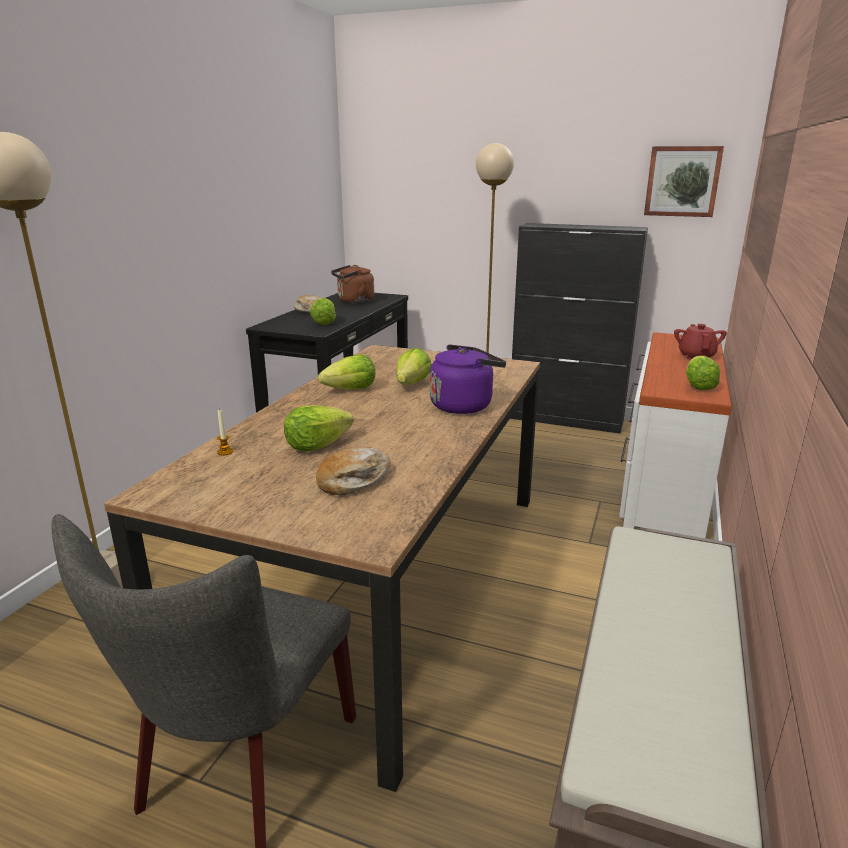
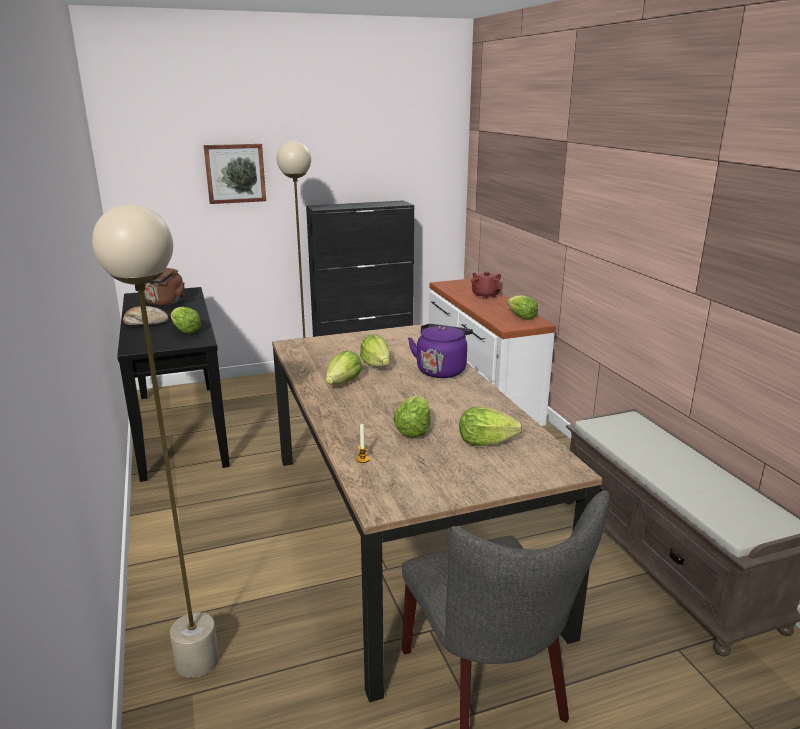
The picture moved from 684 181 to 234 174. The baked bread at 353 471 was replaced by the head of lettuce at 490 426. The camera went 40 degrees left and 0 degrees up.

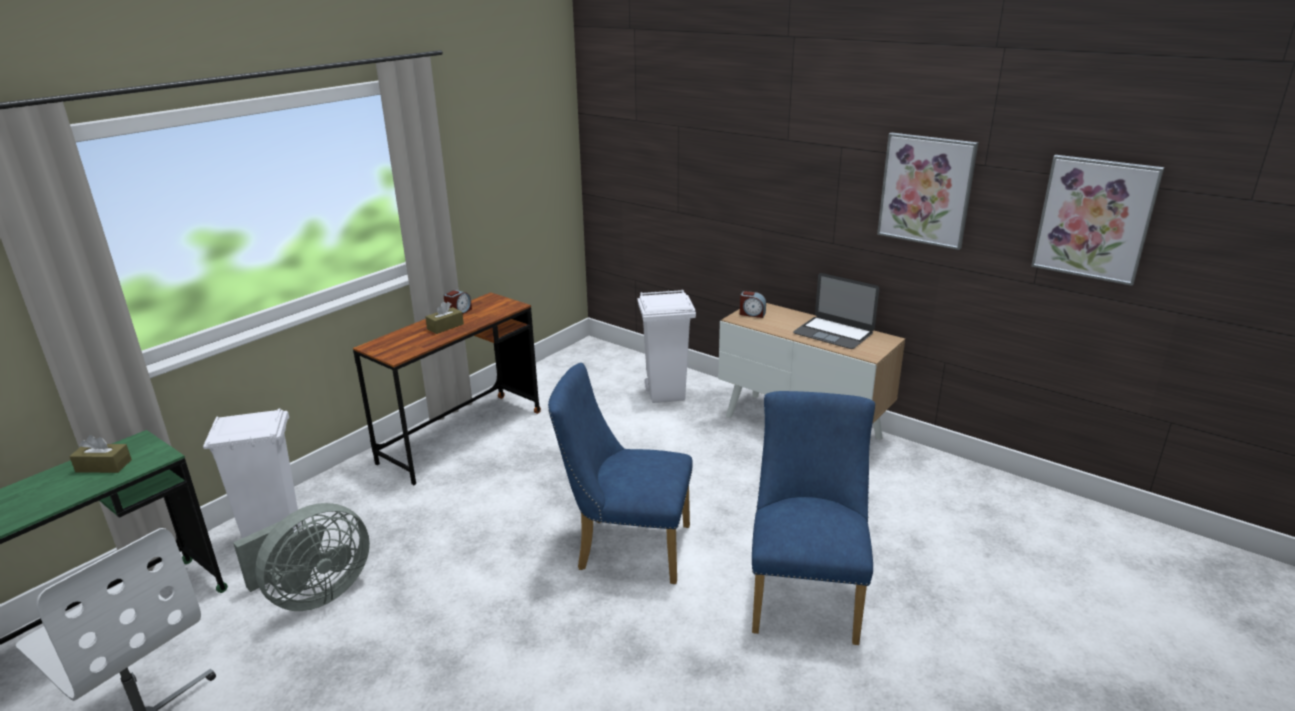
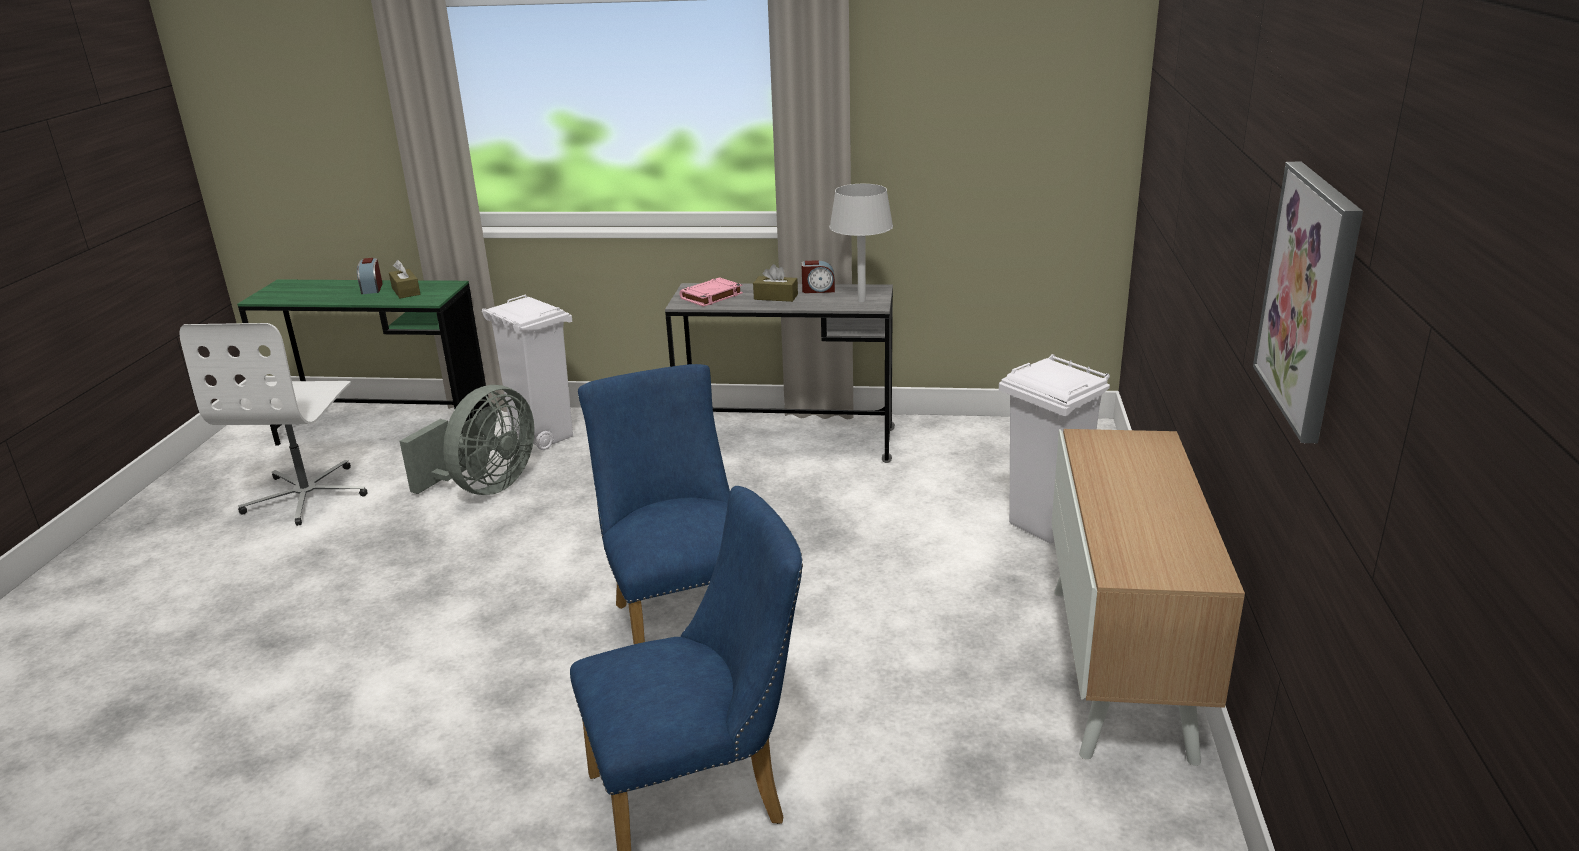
The picture at 1097 220 disappeared. The portable computer at 836 311 disappeared. The table clock moved from 753 304 to 370 276. The brown desk table at 447 388 became the greyish desk table at 780 373. The greyish electric fan at 301 557 turned 75 degrees counterclockwise. The greyish table lamp at 861 243 appeared. The pink-coloured bound book at 711 292 appeared. The camera went 60 degrees right and 0 degrees up.

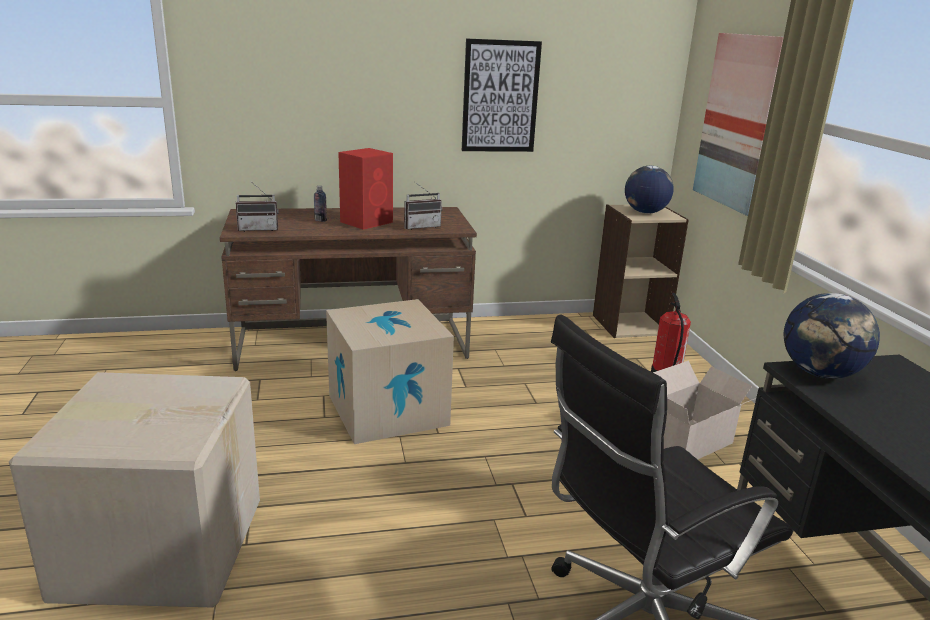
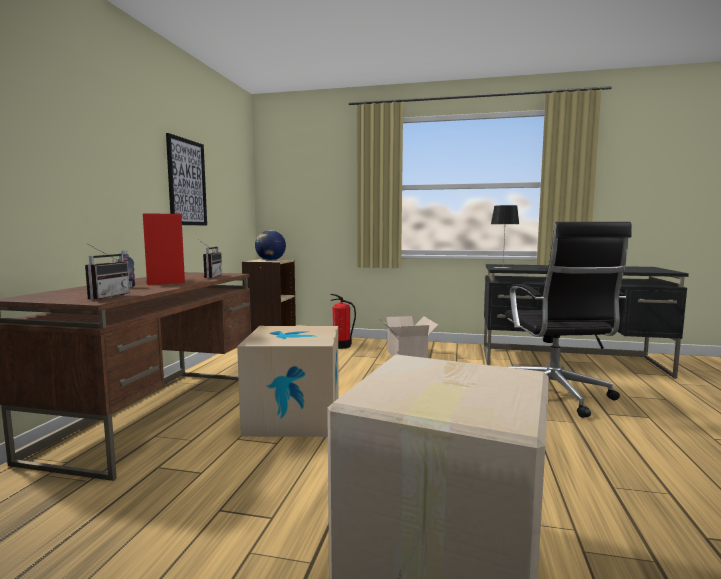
The picture at 738 124 disappeared. The globe at 832 336 was replaced by the table lamp at 505 237. The camera went 65 degrees left and 15 degrees down.

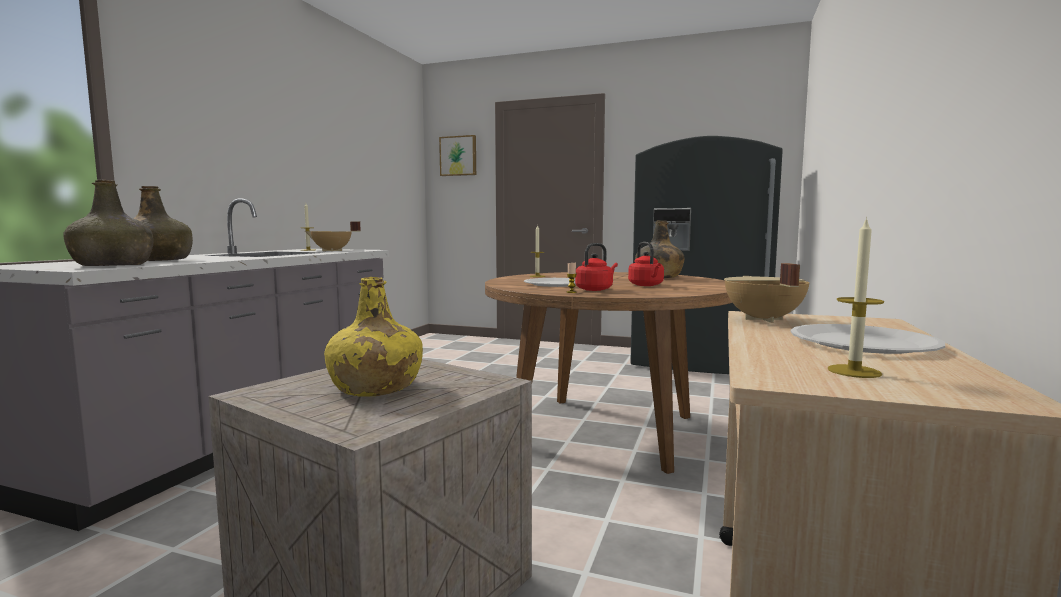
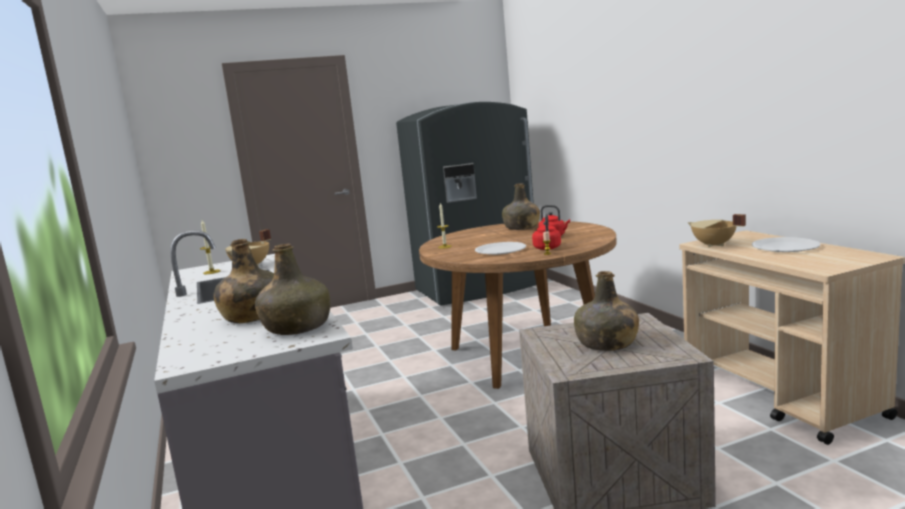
The picture at 457 155 disappeared. The wax candle at 856 297 disappeared. The yellow-coloured drink bottle at 373 337 became the greenish drink bottle at 606 311. The camera went 40 degrees left and 5 degrees up.

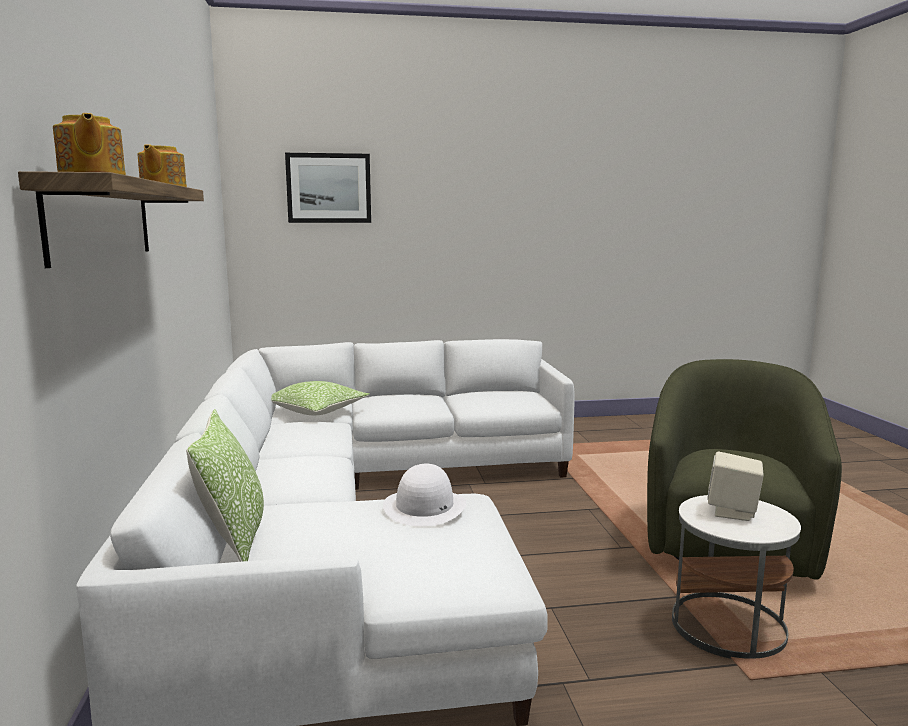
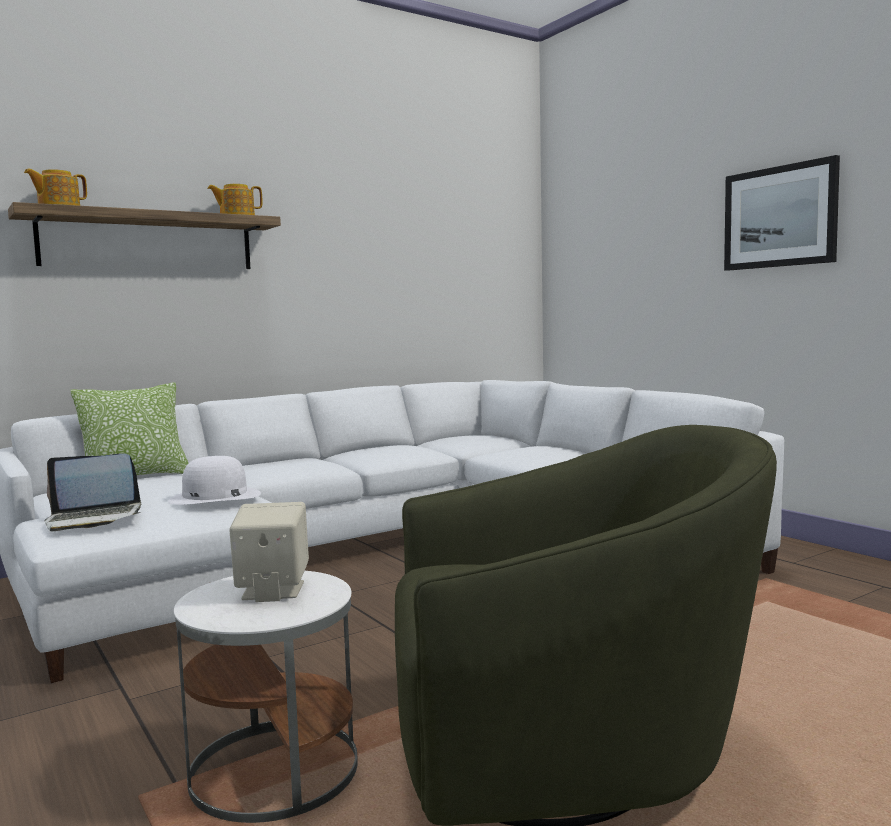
The picture moved from 328 188 to 782 213. The throw pillow at 320 398 disappeared. The portable computer at 92 492 appeared. The camera went 65 degrees right and 5 degrees down.

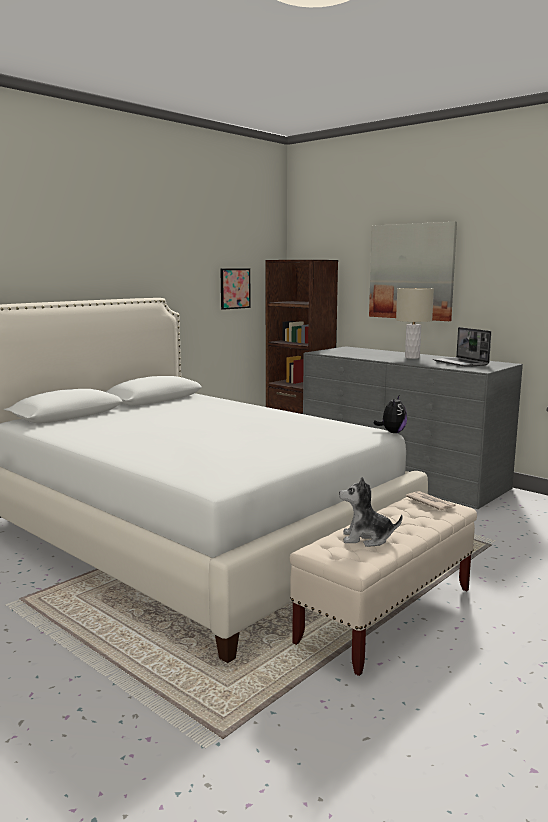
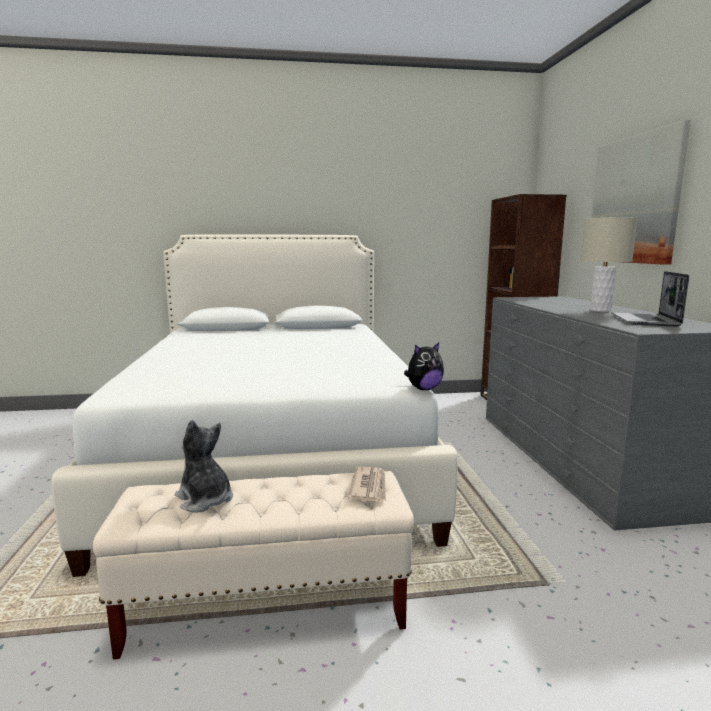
The picture at 235 289 disappeared. The camera went 40 degrees right and 0 degrees up.

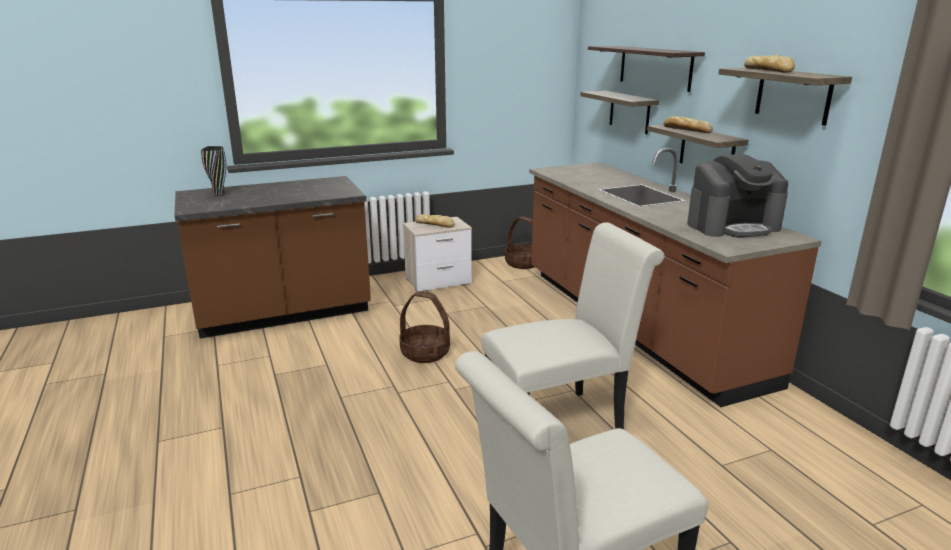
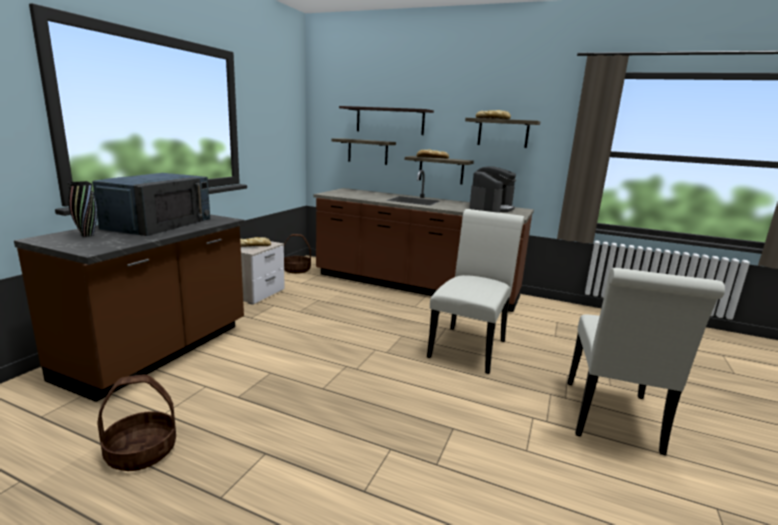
The household basket moved from 425 327 to 136 422. The blue kitchen microwave at 151 204 appeared. The camera went 45 degrees left and 5 degrees down.

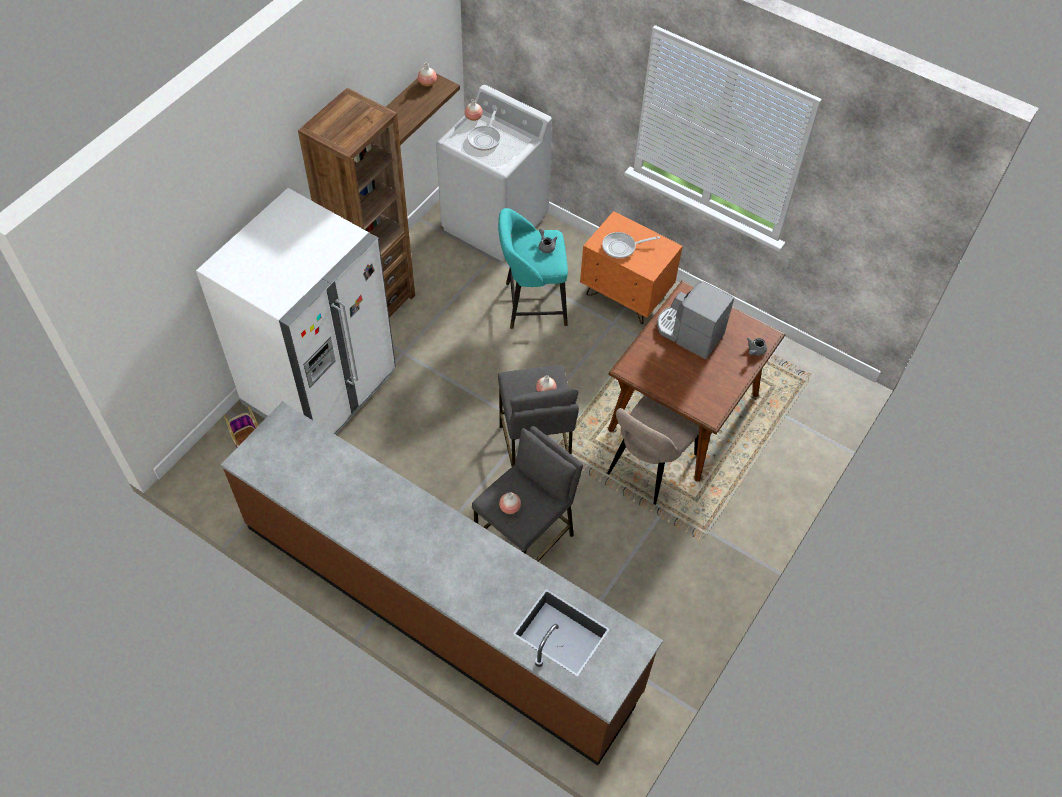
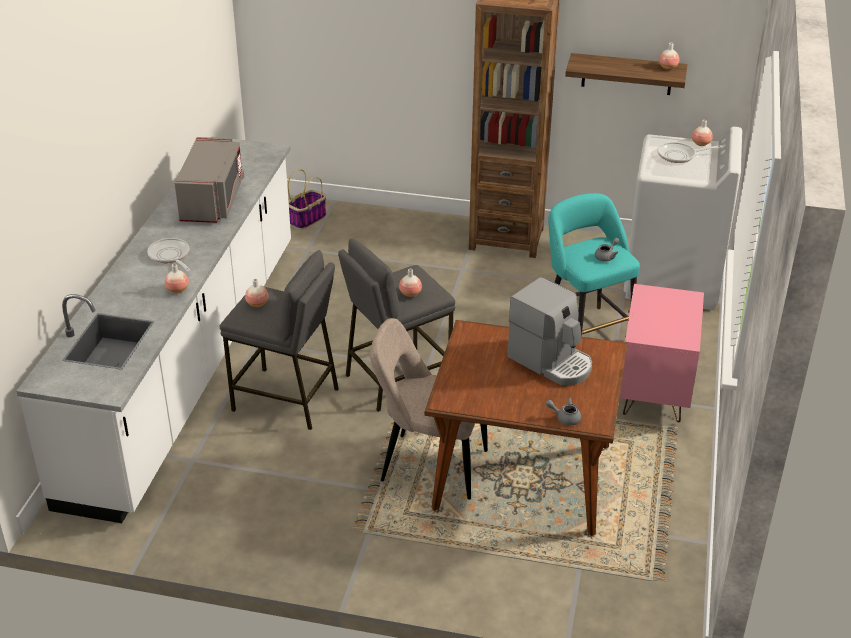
The whitish kitchen fridge at 296 311 disappeared. The orange-coloured night table at 631 267 became the pink-coloured night table at 662 353. The frying pan moved from 631 245 to 169 255. The coffee brewer at 695 320 turned 120 degrees clockwise. The brown kitchen counter at 442 583 became the whitish kitchen counter at 153 330. The greyish kitchen microwave at 209 180 appeared. The flower vase at 177 278 appeared. The camera went 70 degrees right and 20 degrees down.

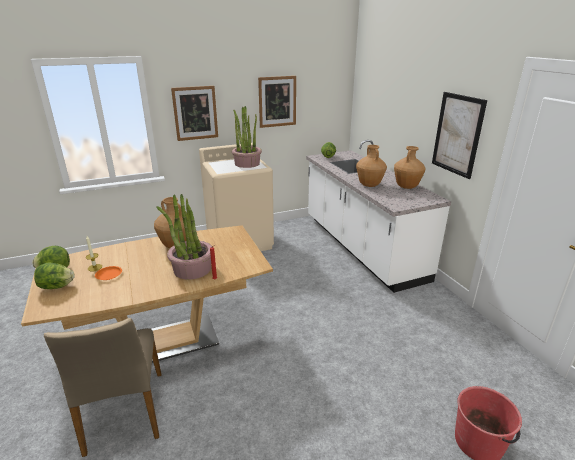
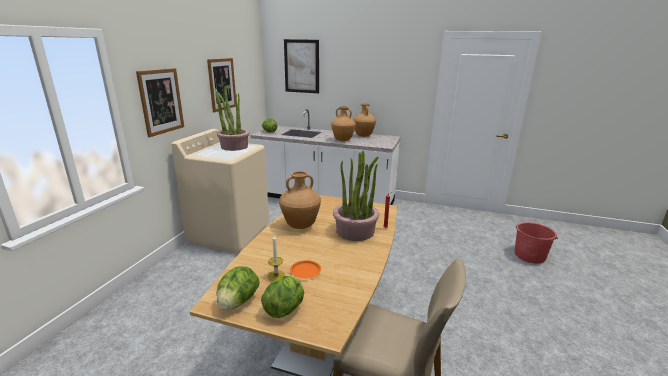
The picture moved from 459 135 to 301 66. The camera went 50 degrees left and 5 degrees down.

